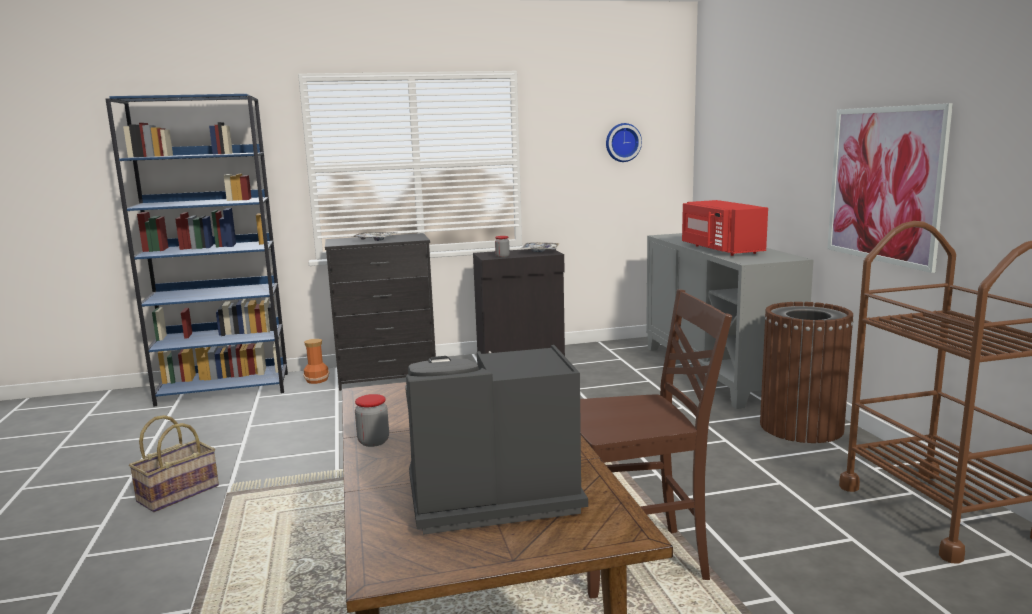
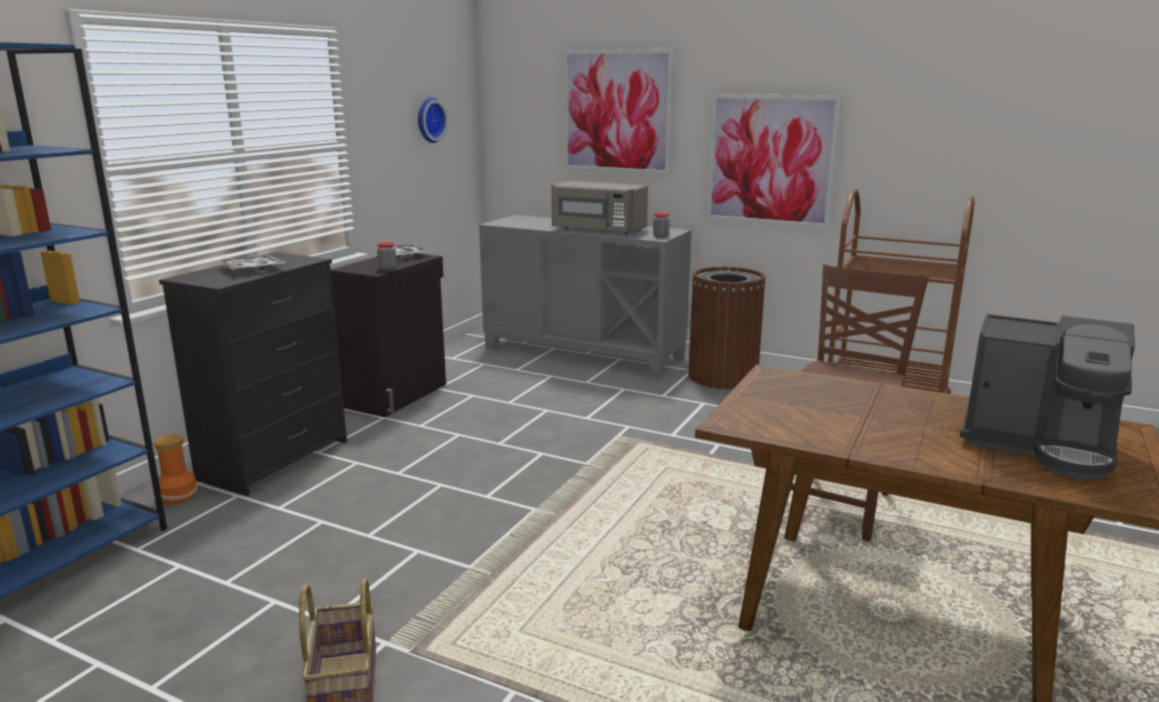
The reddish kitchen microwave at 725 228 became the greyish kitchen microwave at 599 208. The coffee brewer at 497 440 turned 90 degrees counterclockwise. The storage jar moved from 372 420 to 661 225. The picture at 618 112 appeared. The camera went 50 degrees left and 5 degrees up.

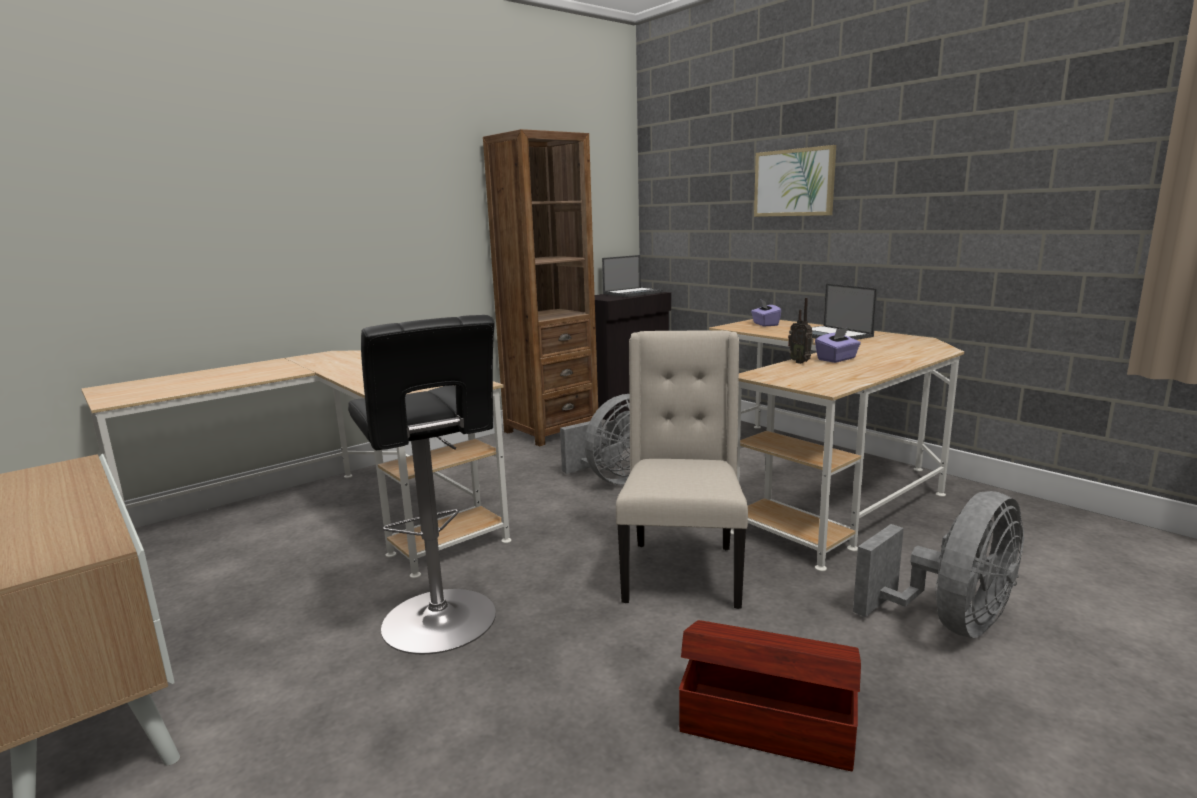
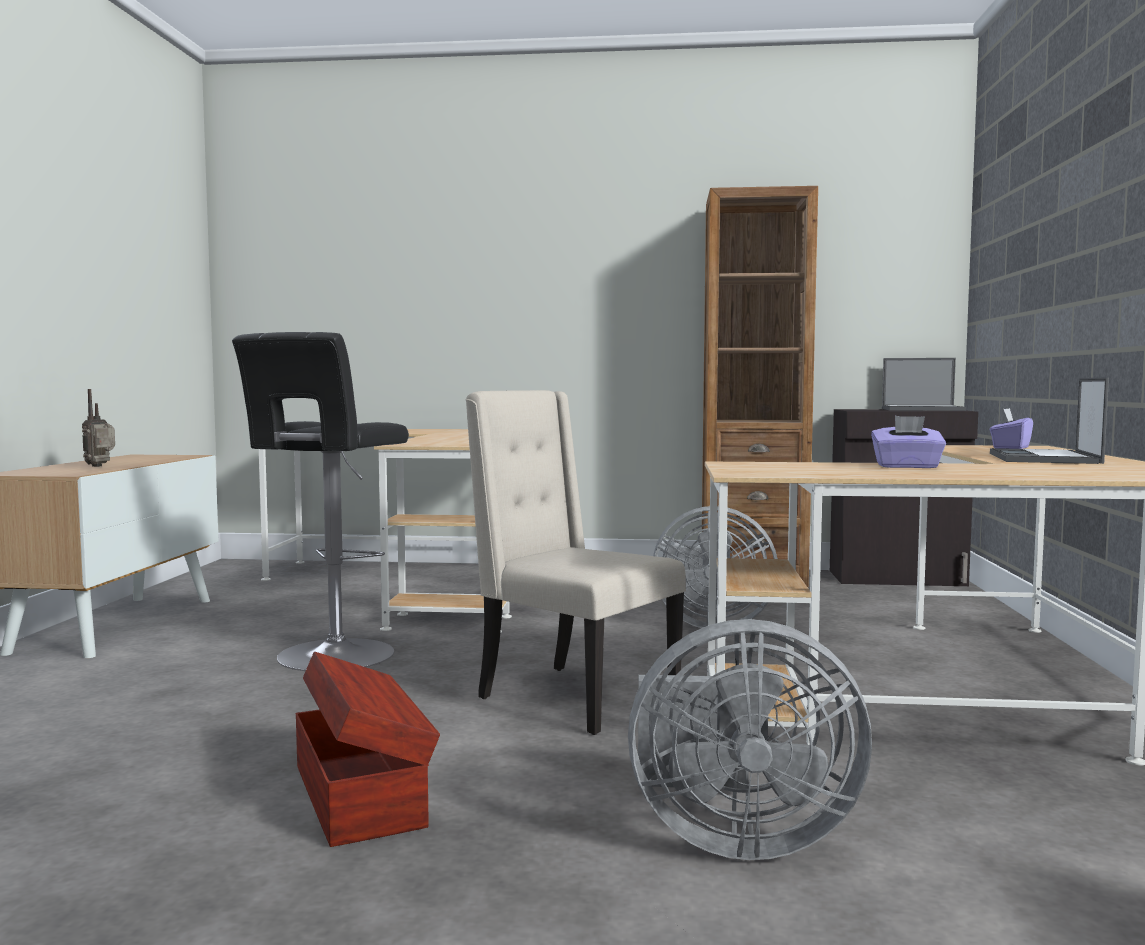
The picture at 795 181 disappeared. The radio receiver moved from 801 331 to 98 428. The sand-coloured chair at 682 469 turned 105 degrees counterclockwise. The camera went 45 degrees right and 10 degrees down.

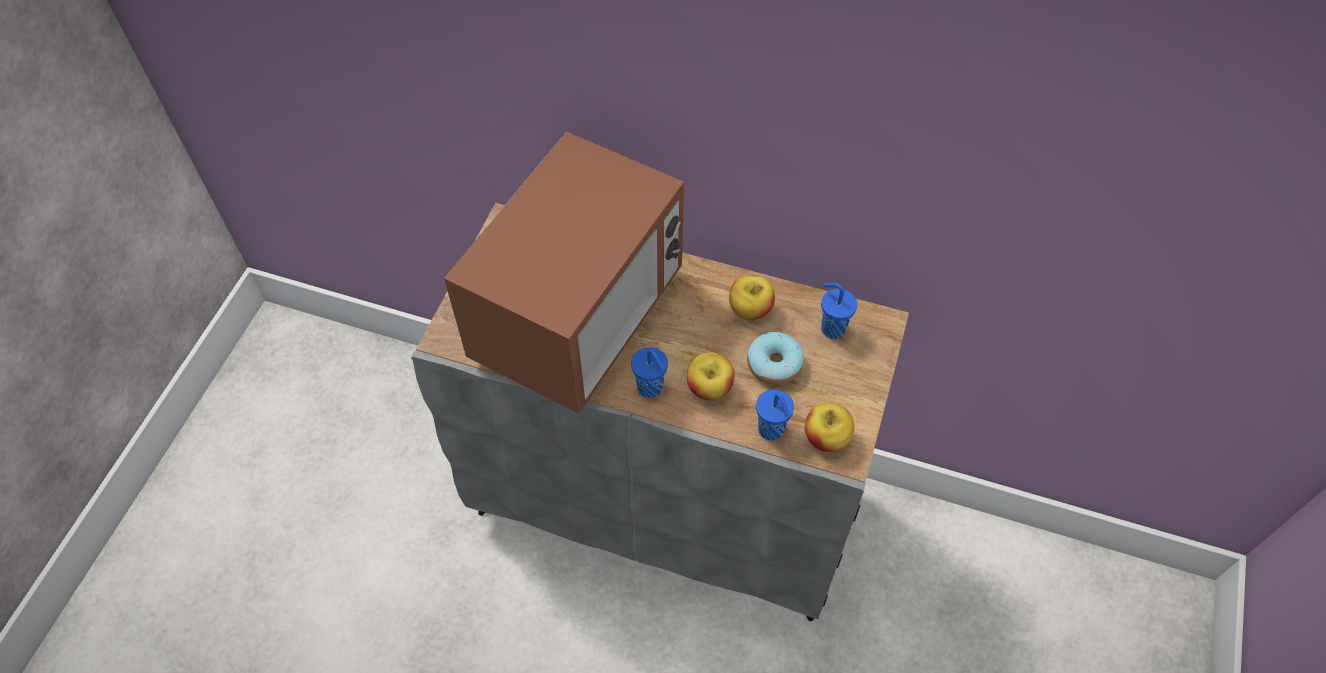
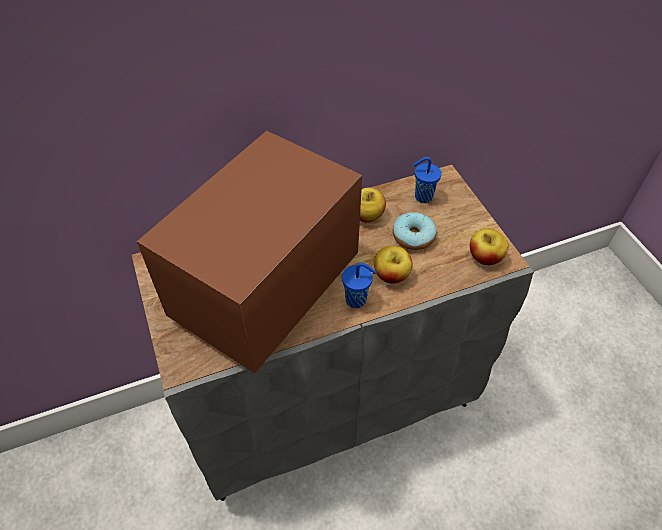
The kitchen microwave at 564 273 turned 135 degrees counterclockwise. The blue small cup at 775 414 disappeared. The camera went 40 degrees left and 5 degrees down.

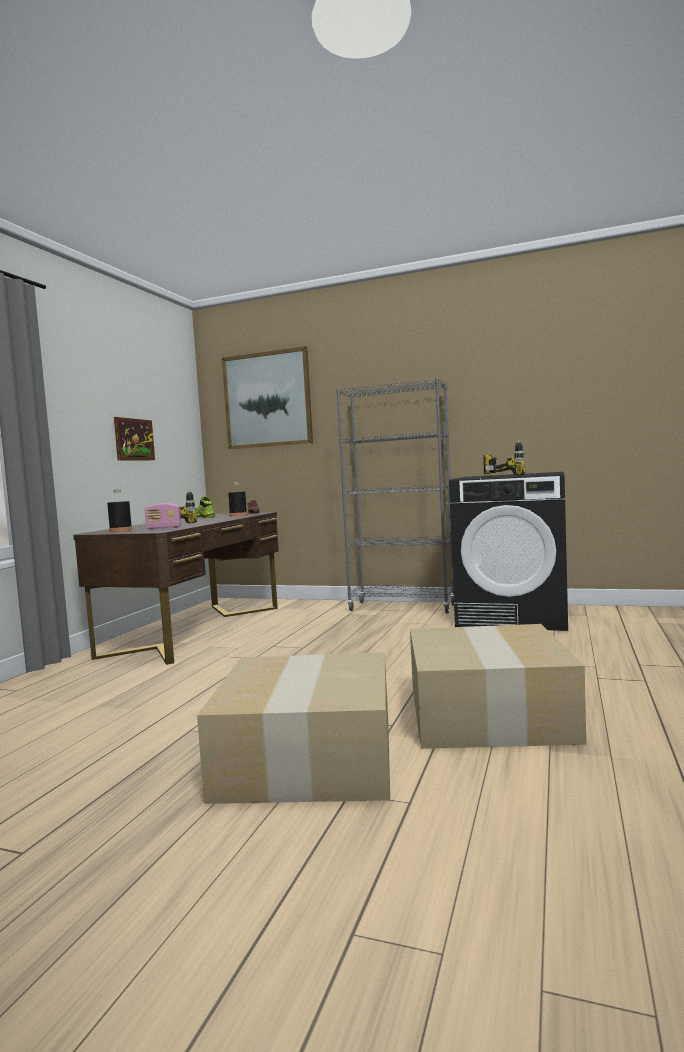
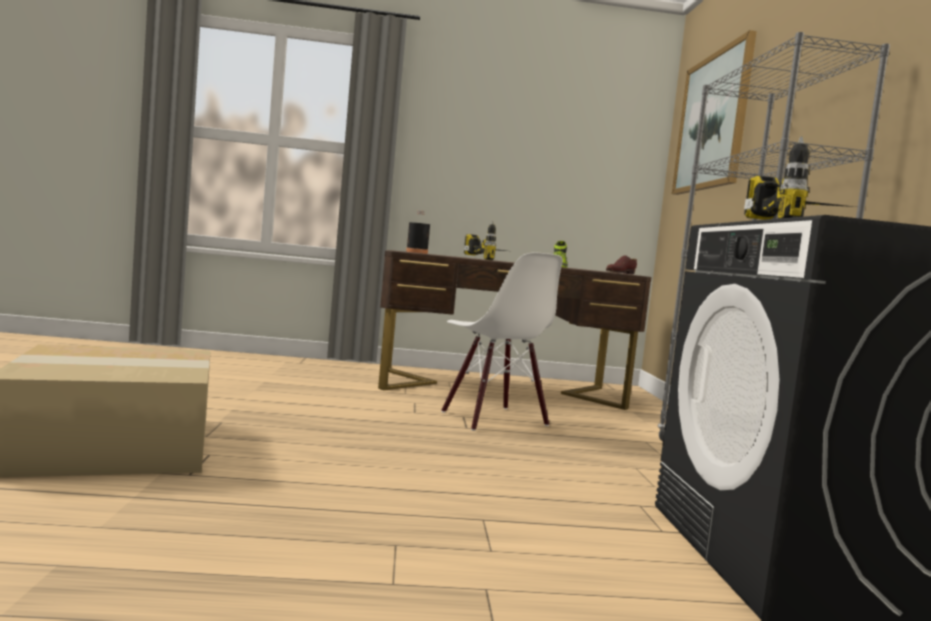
The picture at 134 438 disappeared. The black-coloured drink bottle at 237 499 disappeared. The radio receiver at 162 516 disappeared. The cardboard box at 498 686 disappeared. The whitish chair at 502 342 appeared. The camera went 65 degrees right and 0 degrees up.

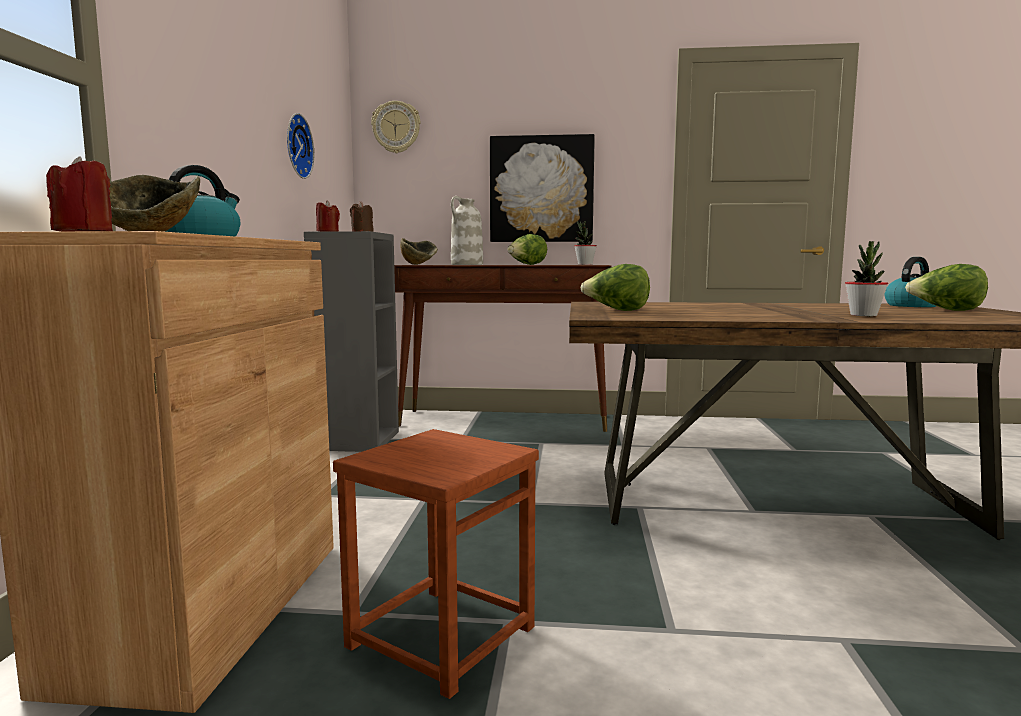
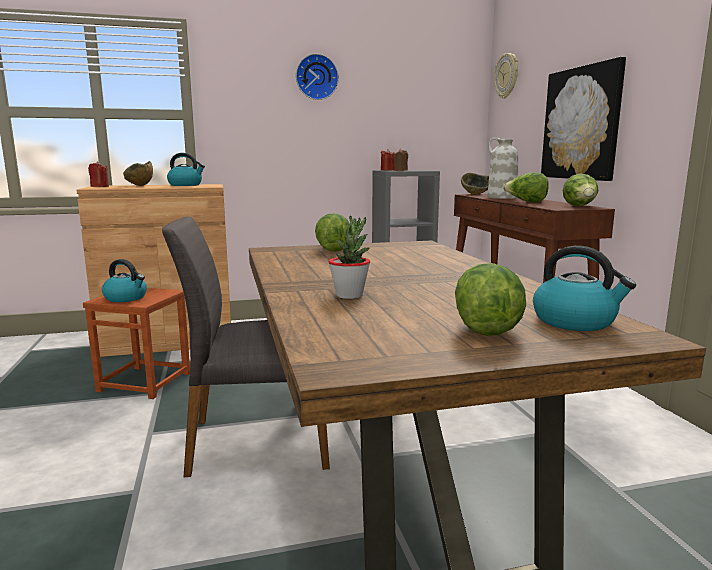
The hanging clock moved from 300 146 to 317 77. The potted plant at 585 243 was replaced by the head of lettuce at 580 190. The greyish chair at 246 347 appeared. The water kettle at 124 280 appeared. The camera went 70 degrees right and 5 degrees up.

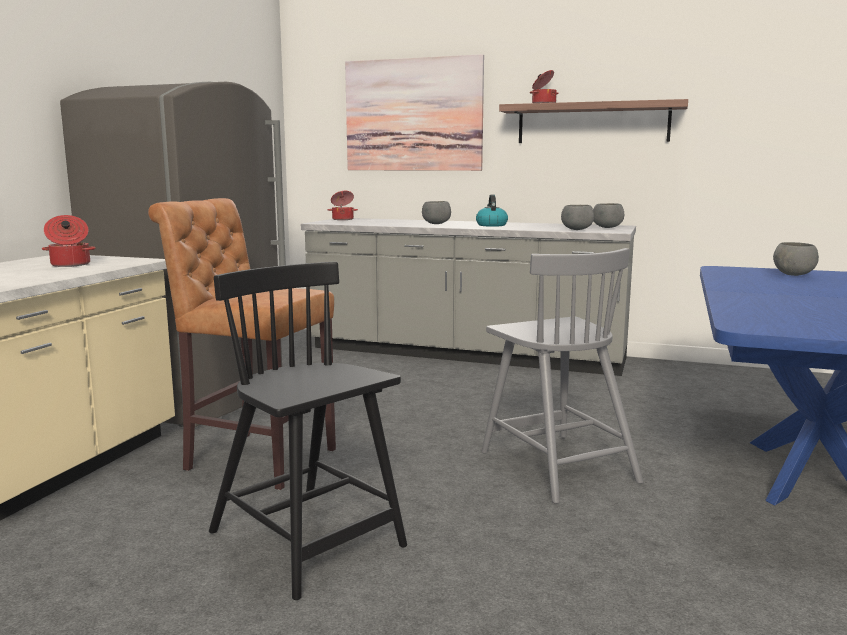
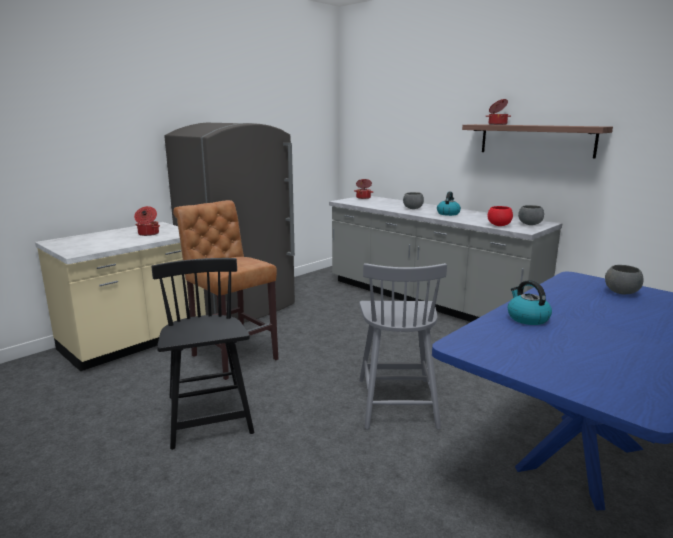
The picture at 414 112 disappeared. The greyish deep dish at 577 217 became the reddish deep dish at 500 216. The water kettle at 530 302 appeared. The camera went 25 degrees right and 5 degrees up.

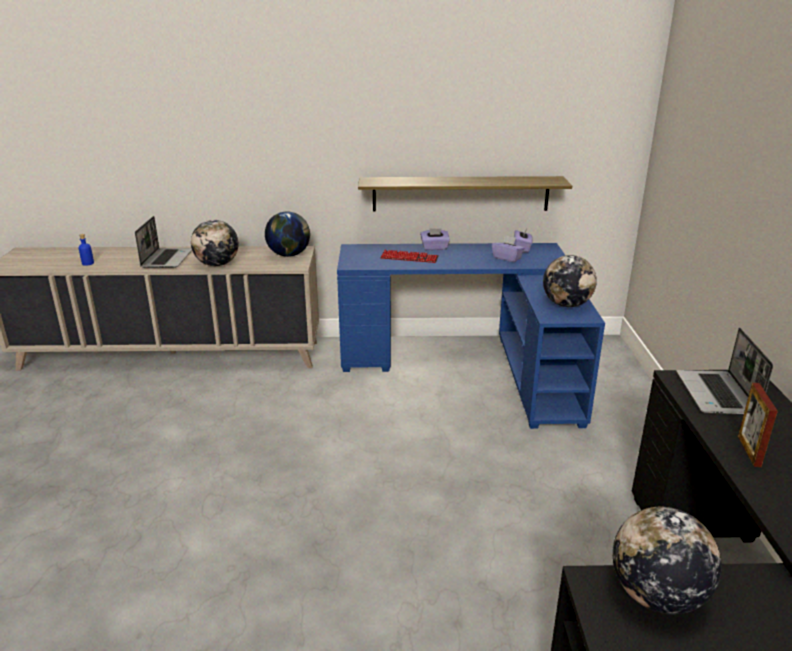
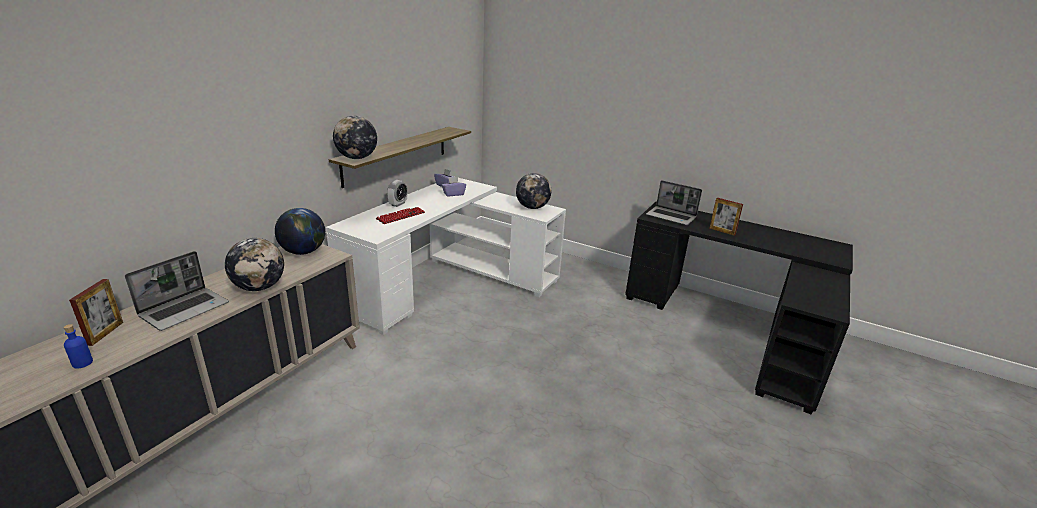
The portable computer at 163 242 turned 90 degrees clockwise. The purplish tissue box at 435 239 was replaced by the table clock at 397 193. The blue desk table at 471 336 became the whitish desk table at 446 255. The globe moved from 667 560 to 355 137. The standing frame at 96 312 appeared. The camera went 60 degrees left and 0 degrees up.

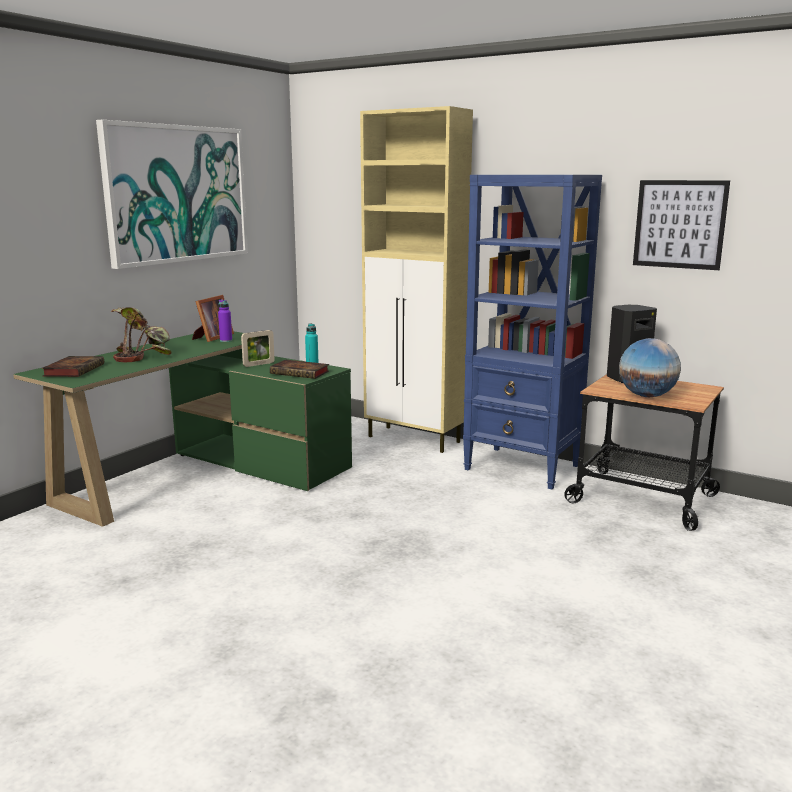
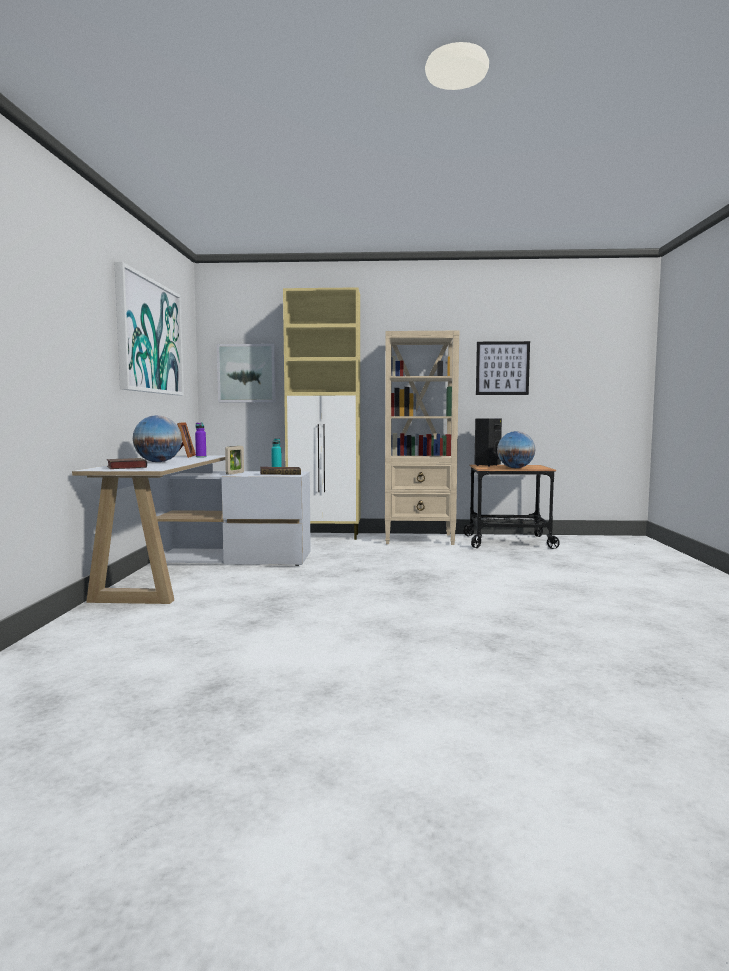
The blue shelving unit at 532 332 became the sand-coloured shelving unit at 422 437. The potted plant at 141 334 was replaced by the globe at 157 438. The greenish desk table at 182 429 became the whitish desk table at 191 529. The picture at 246 373 appeared. The camera went 30 degrees left and 10 degrees down.

